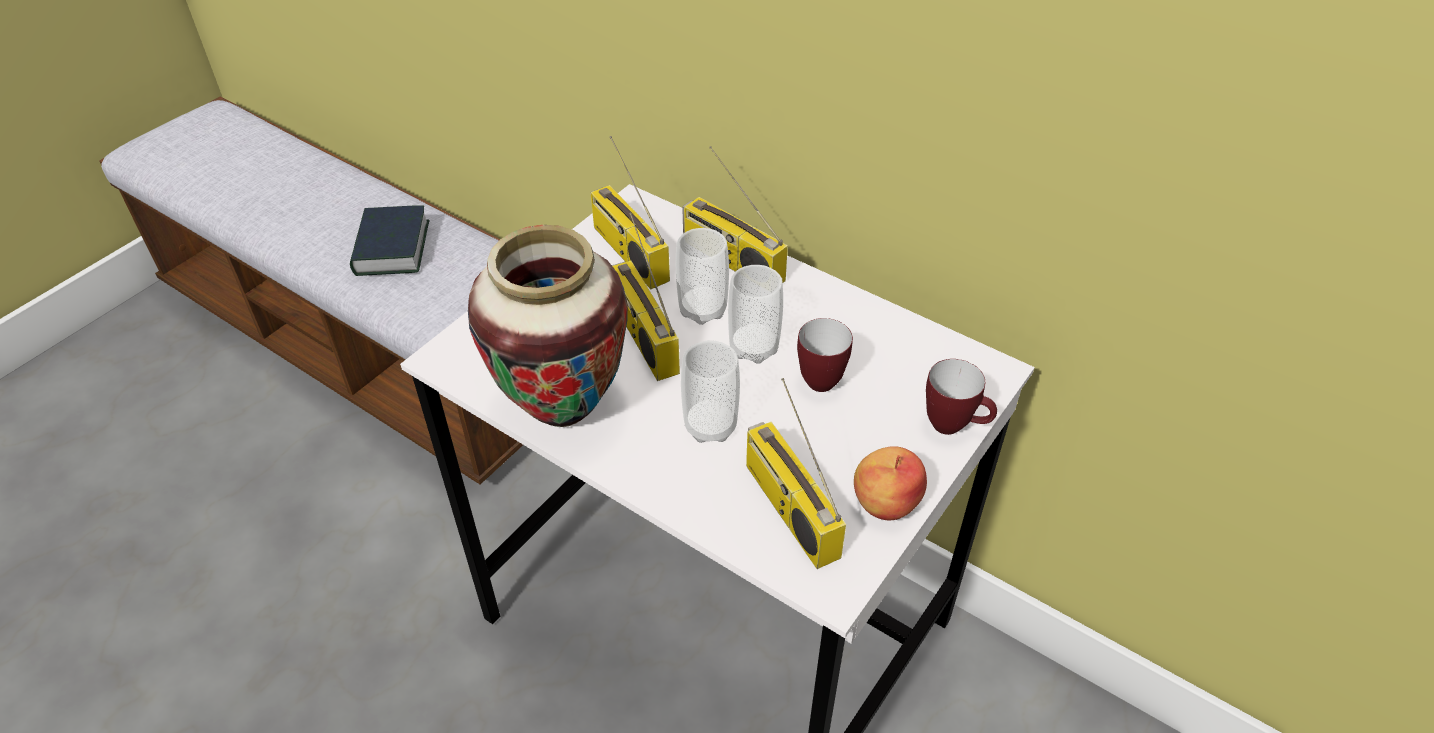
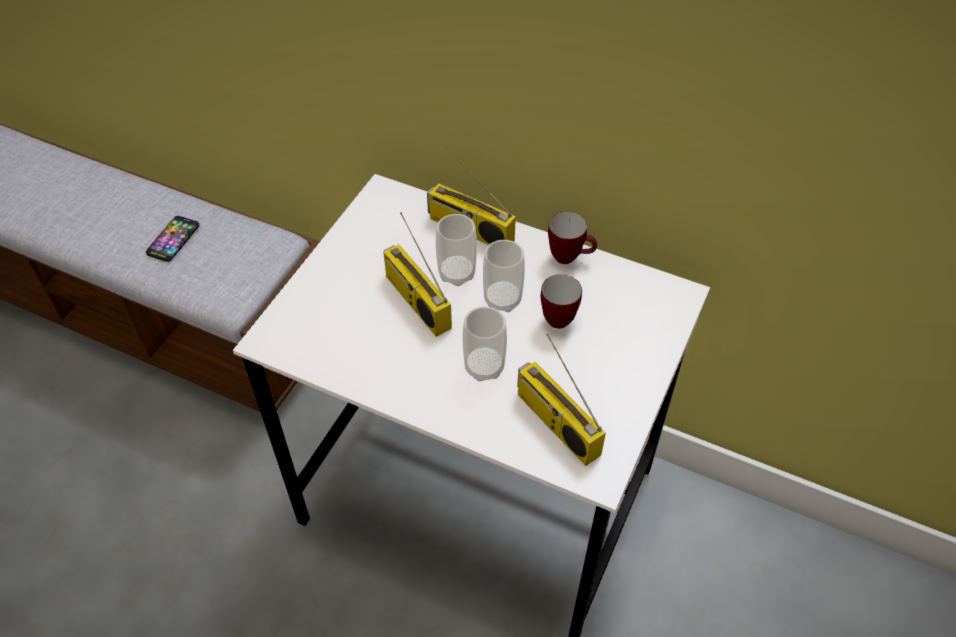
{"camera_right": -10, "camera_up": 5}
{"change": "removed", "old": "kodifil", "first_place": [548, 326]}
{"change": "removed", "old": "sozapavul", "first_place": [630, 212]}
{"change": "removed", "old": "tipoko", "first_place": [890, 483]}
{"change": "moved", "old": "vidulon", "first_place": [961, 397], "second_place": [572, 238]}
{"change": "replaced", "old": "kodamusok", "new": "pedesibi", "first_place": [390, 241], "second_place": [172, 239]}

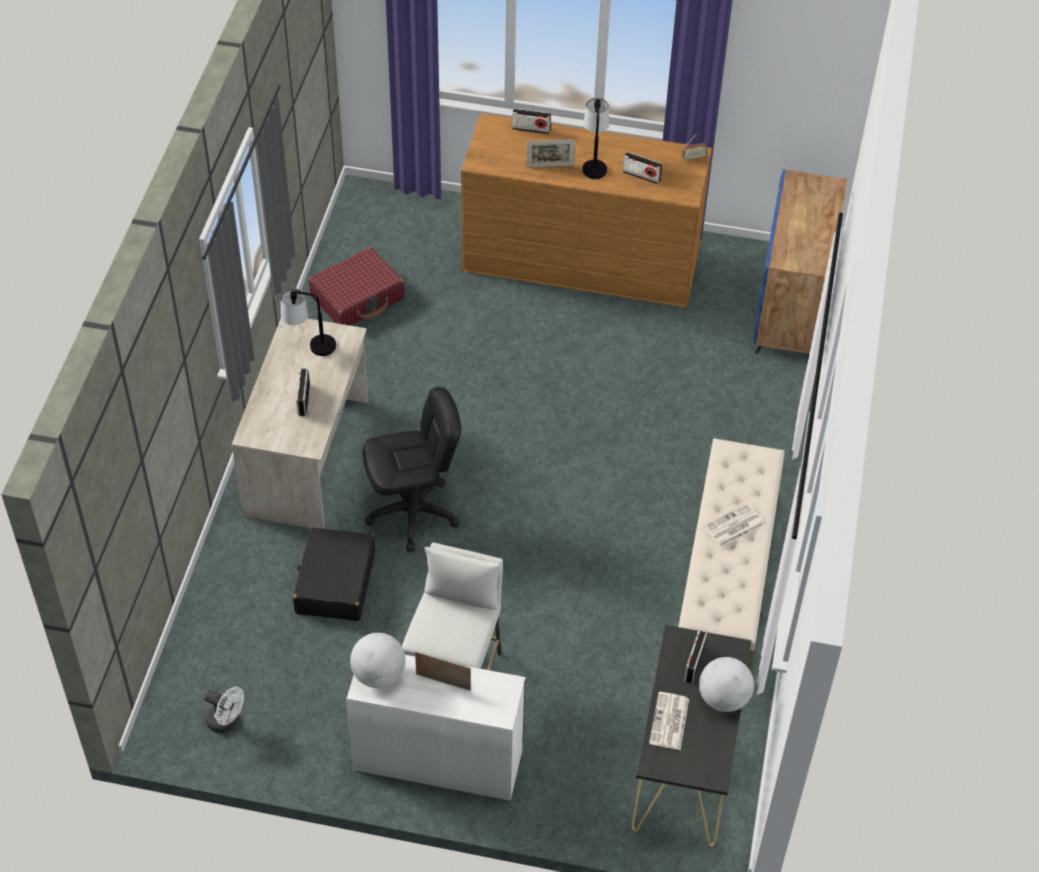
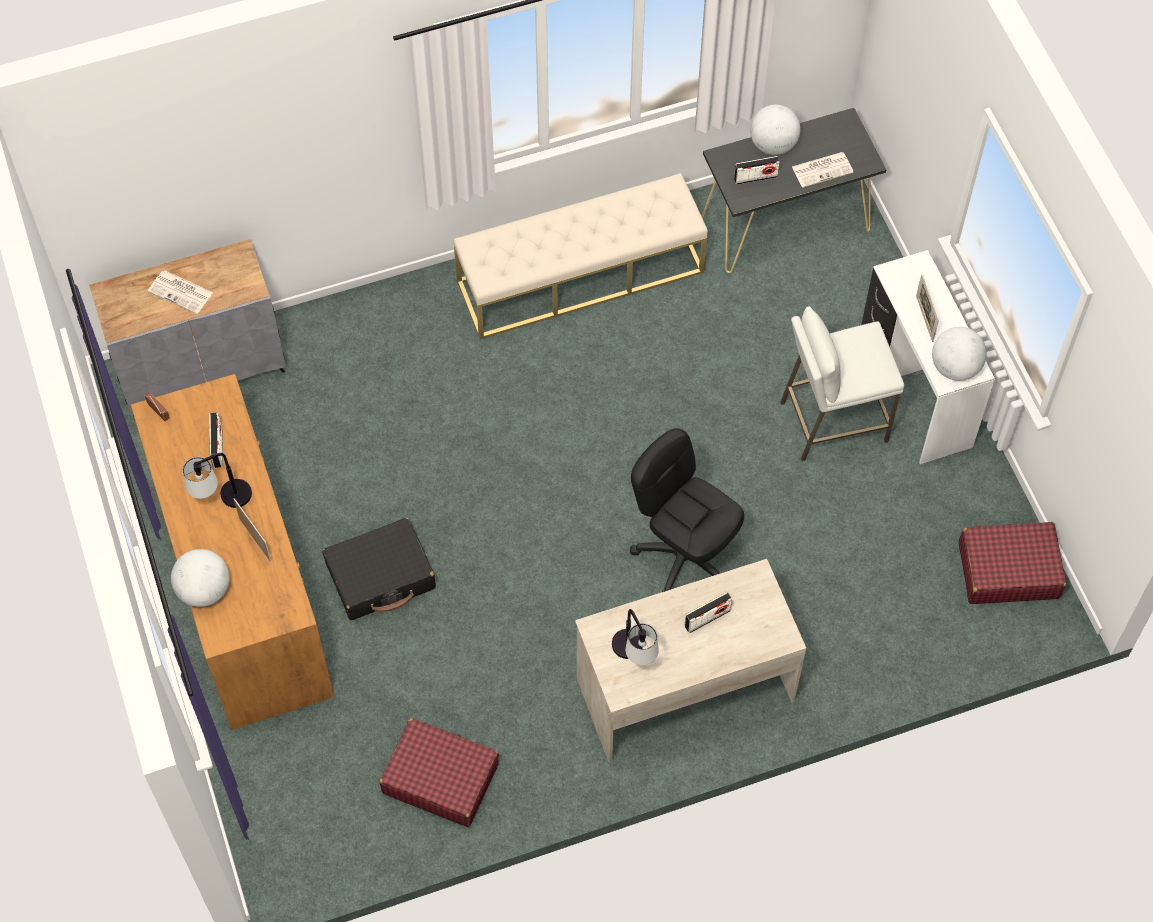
{"camera_right": -120, "camera_up": 10}
{"change": "moved", "old": "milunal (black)", "first_place": [334, 574], "second_place": [379, 569]}
{"change": "moved", "old": "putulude", "first_place": [734, 525], "second_place": [180, 292]}
{"change": "replaced", "old": "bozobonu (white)", "new": "milunal (red)", "first_place": [224, 710], "second_place": [1012, 563]}
{"change": "replaced", "old": "sozapavul", "new": "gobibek", "first_place": [531, 121], "second_place": [200, 578]}
{"change": "recoloured", "old": "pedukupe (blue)", "new": "pedukupe (grey)", "first_place": [800, 264], "second_place": [187, 328]}

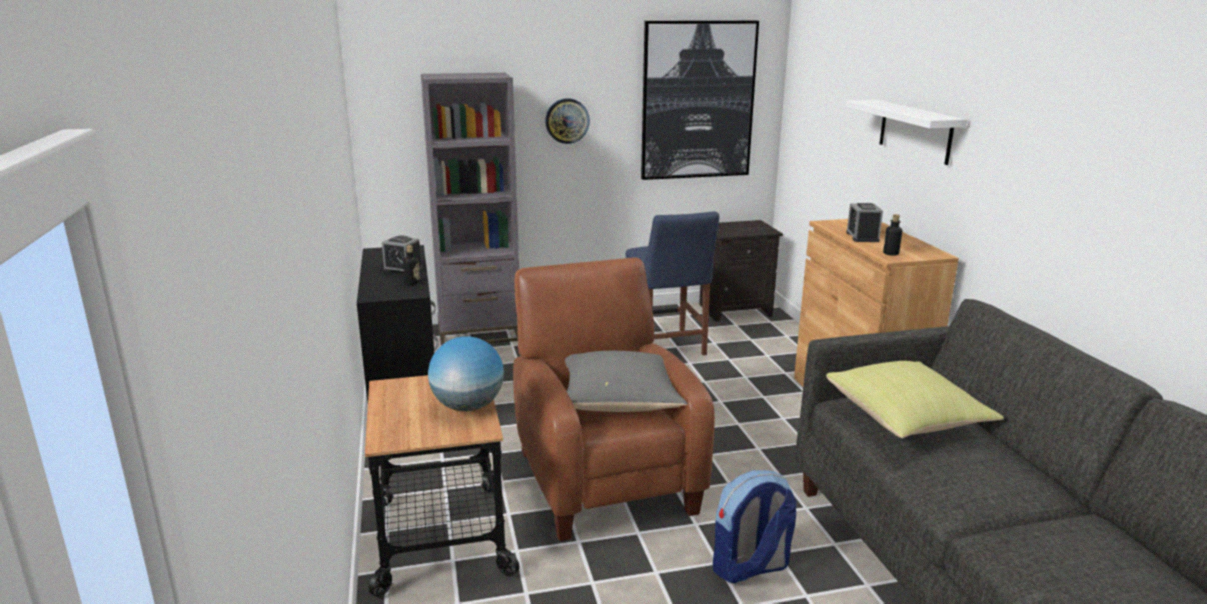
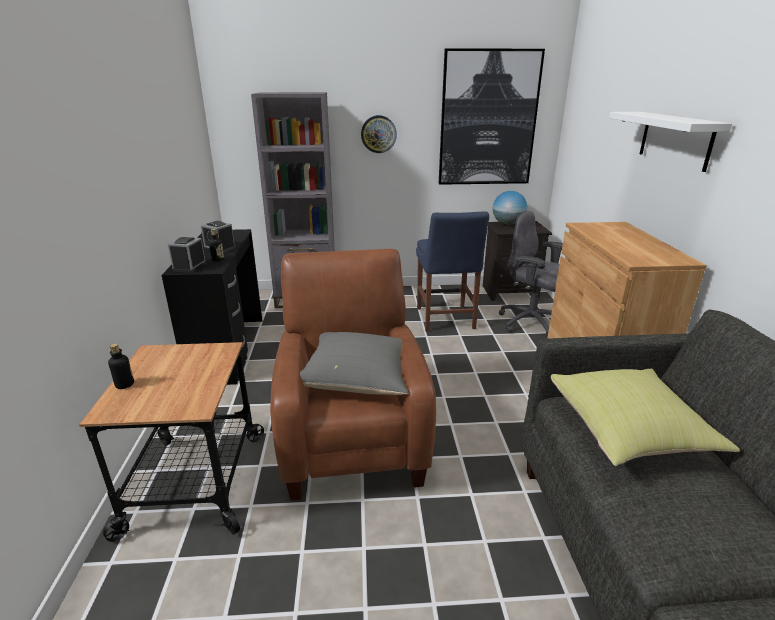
{"camera_right": 10, "camera_up": 5}
{"change": "removed", "old": "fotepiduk", "first_place": [754, 526]}
{"change": "added", "new": "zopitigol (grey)", "second_place": [531, 274]}
{"change": "moved", "old": "gobibek", "first_place": [466, 374], "second_place": [510, 208]}
{"change": "moved", "old": "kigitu", "first_place": [864, 222], "second_place": [187, 255]}
{"change": "moved", "old": "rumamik", "first_place": [892, 235], "second_place": [121, 366]}

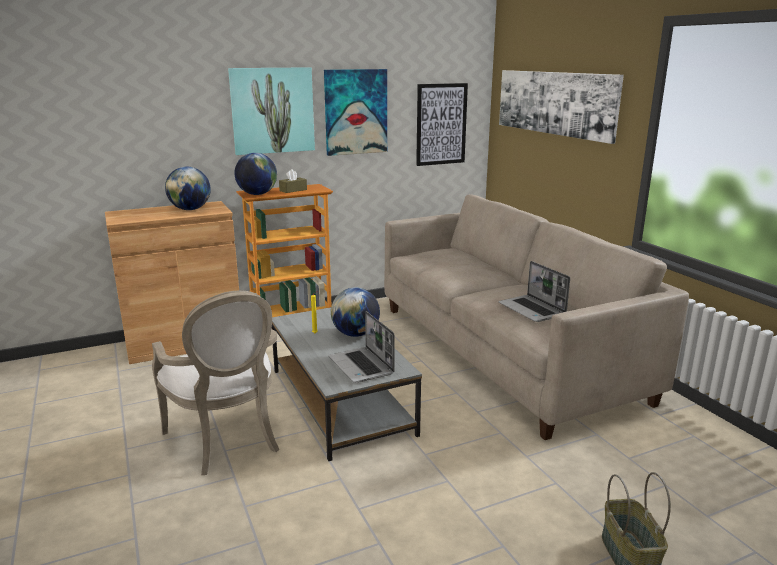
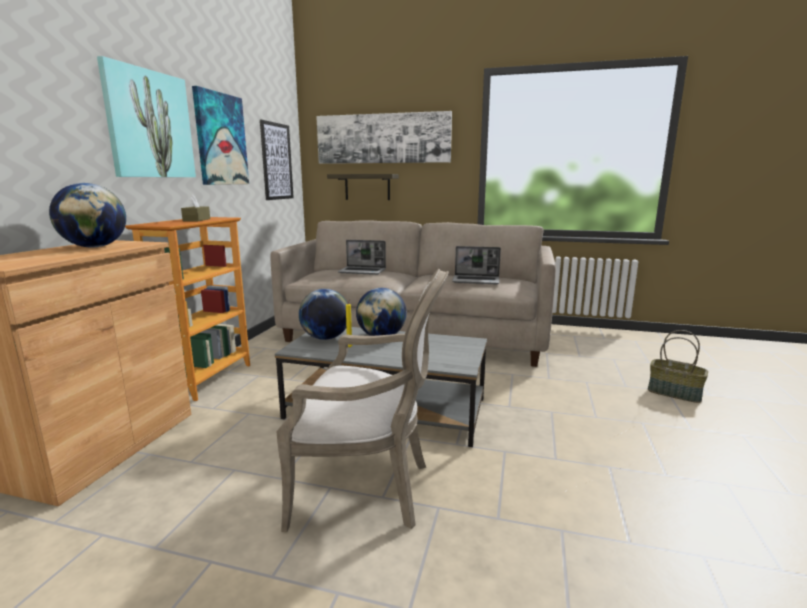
{"camera_right": -50, "camera_up": -5}
{"change": "added", "new": "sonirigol", "second_place": [363, 187]}
{"change": "moved", "old": "gobibek", "first_place": [255, 174], "second_place": [323, 314]}
{"change": "moved", "old": "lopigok", "first_place": [361, 347], "second_place": [362, 257]}

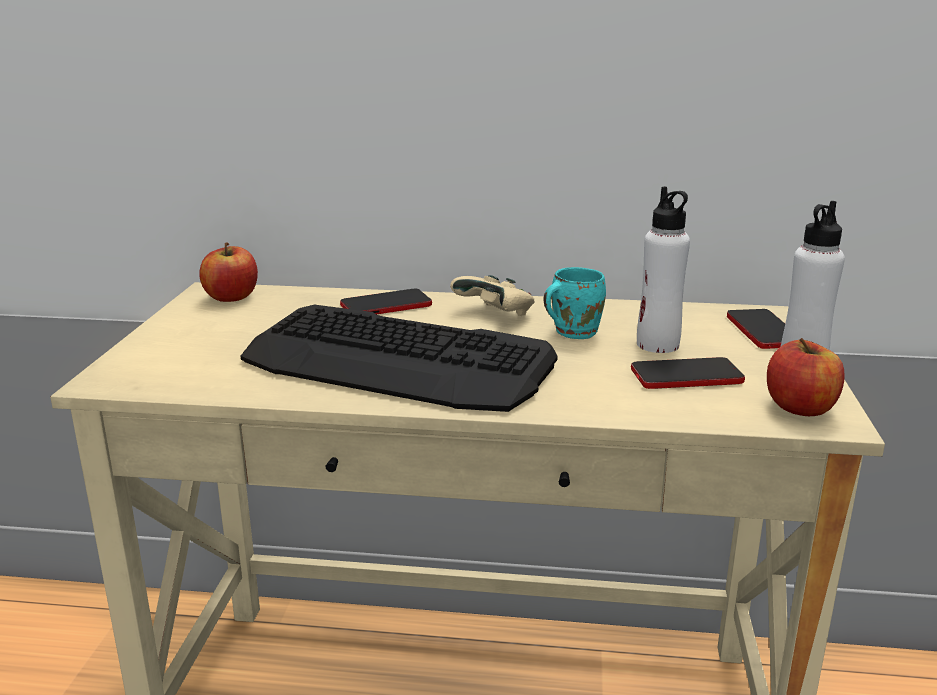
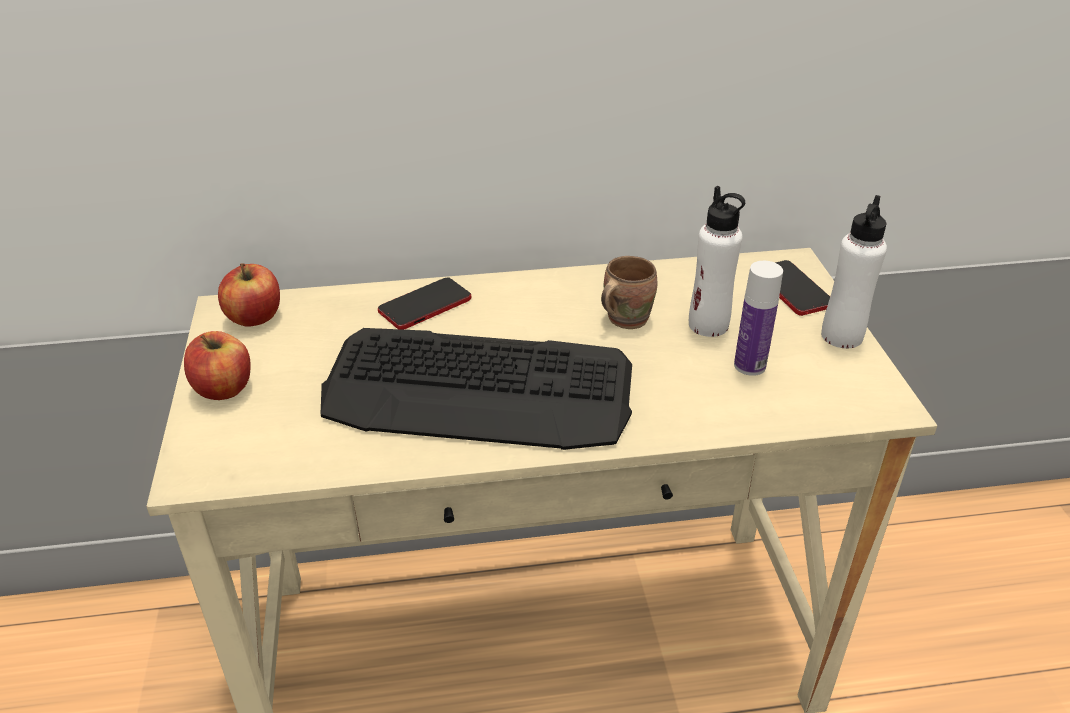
{"camera_right": -15, "camera_up": 15}
{"change": "removed", "old": "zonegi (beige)", "first_place": [492, 295]}
{"change": "moved", "old": "tipoko", "first_place": [806, 377], "second_place": [217, 365]}
{"change": "replaced", "old": "pedesibi", "new": "rumamik", "first_place": [688, 373], "second_place": [758, 318]}
{"change": "recoloured", "old": "vidulon (turquoise)", "new": "vidulon (brown)", "first_place": [575, 303], "second_place": [629, 292]}

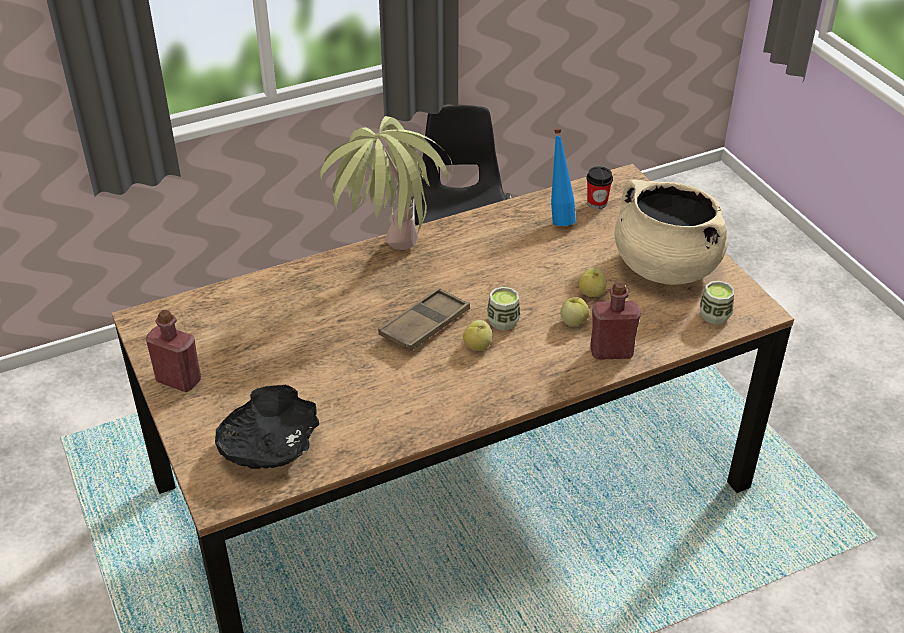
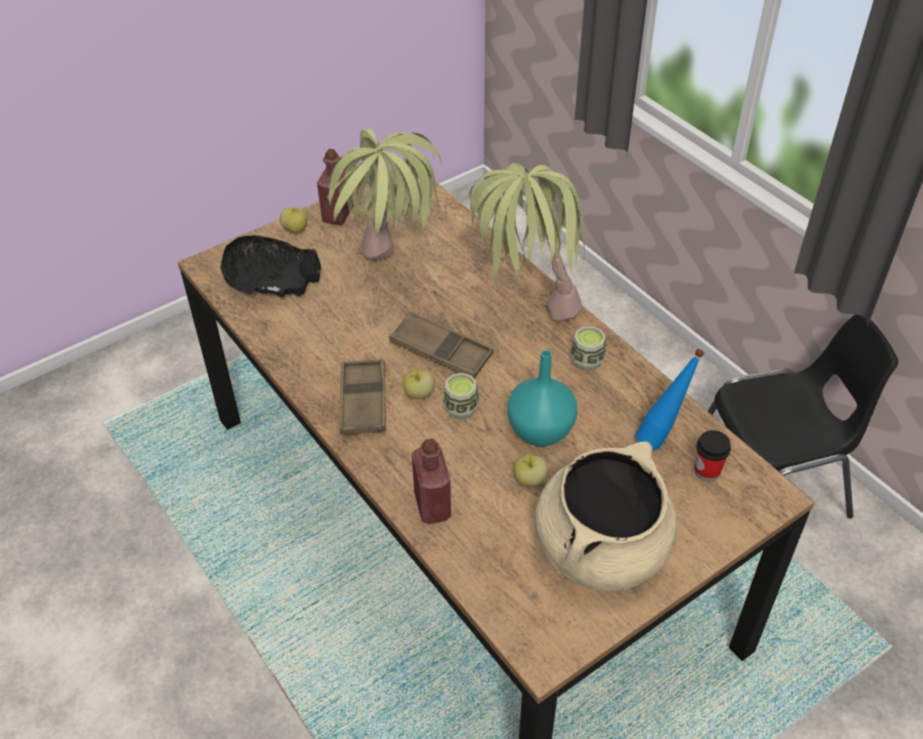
{"camera_right": 80, "camera_up": 5}
{"change": "added", "new": "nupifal", "second_place": [384, 194]}
{"change": "added", "new": "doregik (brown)", "second_place": [362, 397]}
{"change": "added", "new": "kodifil (turquoise)", "second_place": [542, 398]}
{"change": "moved", "old": "tipoko", "first_place": [574, 311], "second_place": [293, 220]}
{"change": "moved", "old": "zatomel", "first_place": [717, 302], "second_place": [588, 348]}

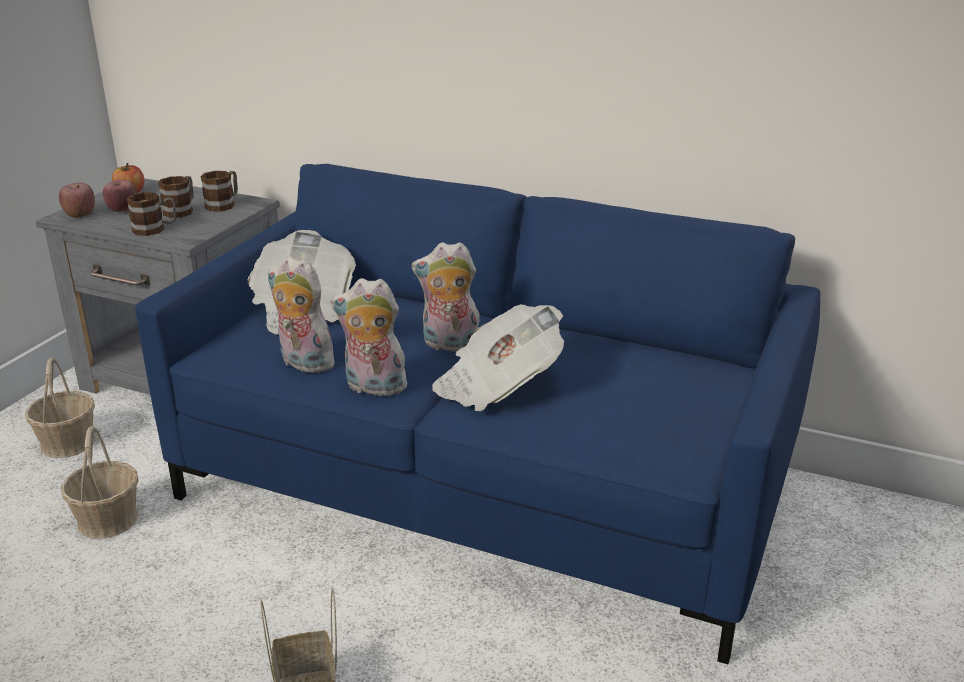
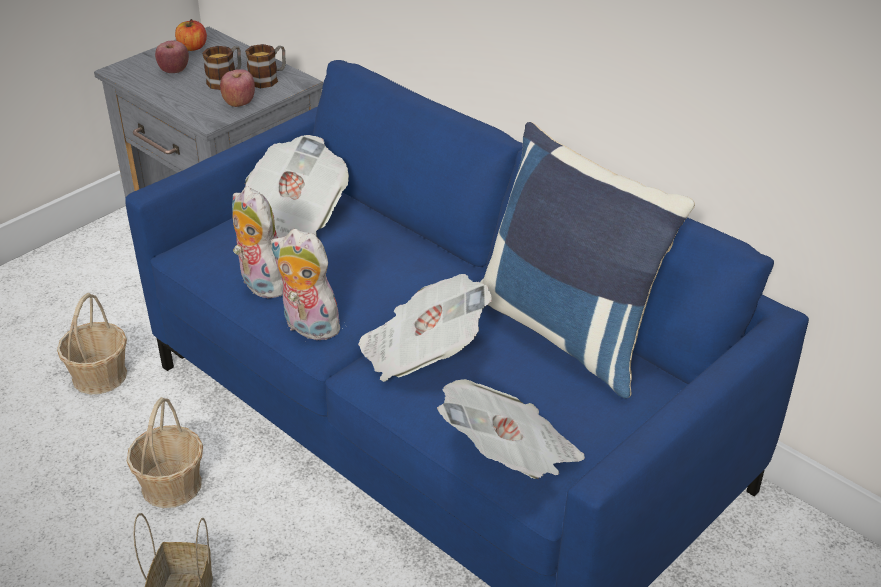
{"camera_right": 20, "camera_up": 10}
{"change": "removed", "old": "vidulon", "first_place": [151, 214]}
{"change": "removed", "old": "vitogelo", "first_place": [446, 297]}
{"change": "added", "new": "putulude", "second_place": [511, 429]}
{"change": "added", "new": "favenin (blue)", "second_place": [587, 260]}
{"change": "moved", "old": "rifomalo", "first_place": [60, 407], "second_place": [164, 452]}
{"change": "moved", "old": "tipoko", "first_place": [77, 200], "second_place": [237, 88]}

